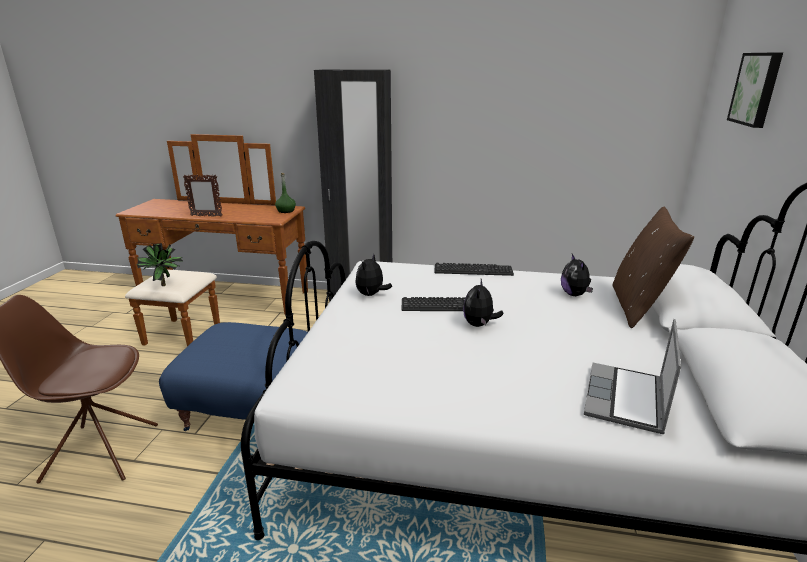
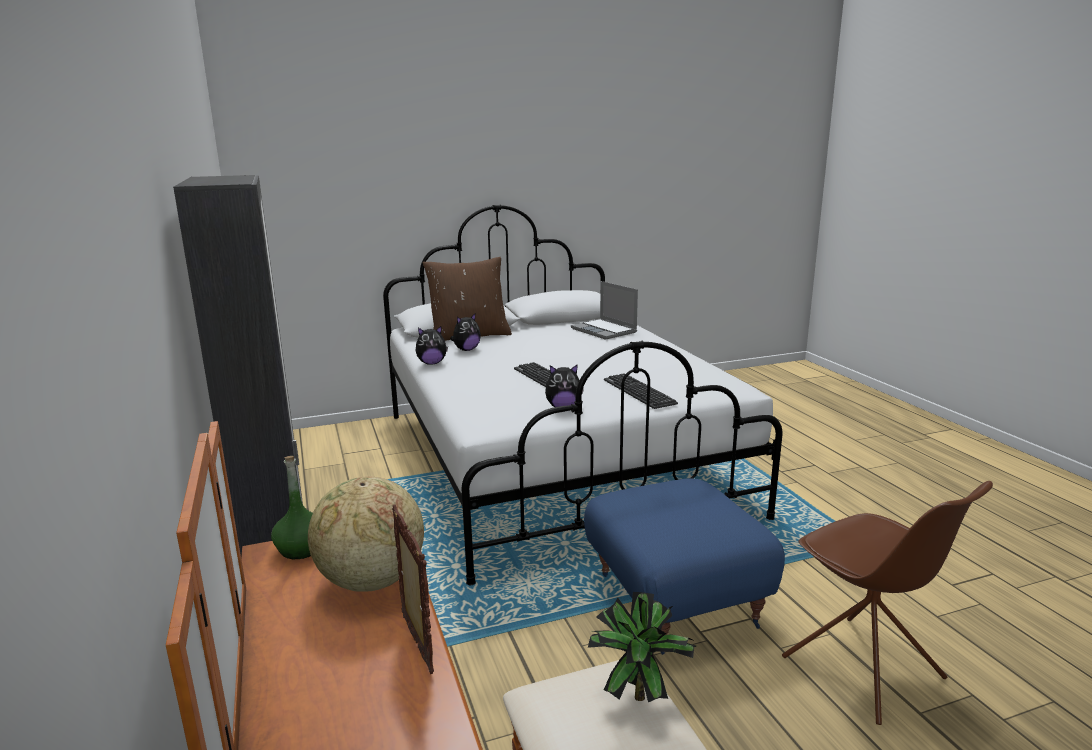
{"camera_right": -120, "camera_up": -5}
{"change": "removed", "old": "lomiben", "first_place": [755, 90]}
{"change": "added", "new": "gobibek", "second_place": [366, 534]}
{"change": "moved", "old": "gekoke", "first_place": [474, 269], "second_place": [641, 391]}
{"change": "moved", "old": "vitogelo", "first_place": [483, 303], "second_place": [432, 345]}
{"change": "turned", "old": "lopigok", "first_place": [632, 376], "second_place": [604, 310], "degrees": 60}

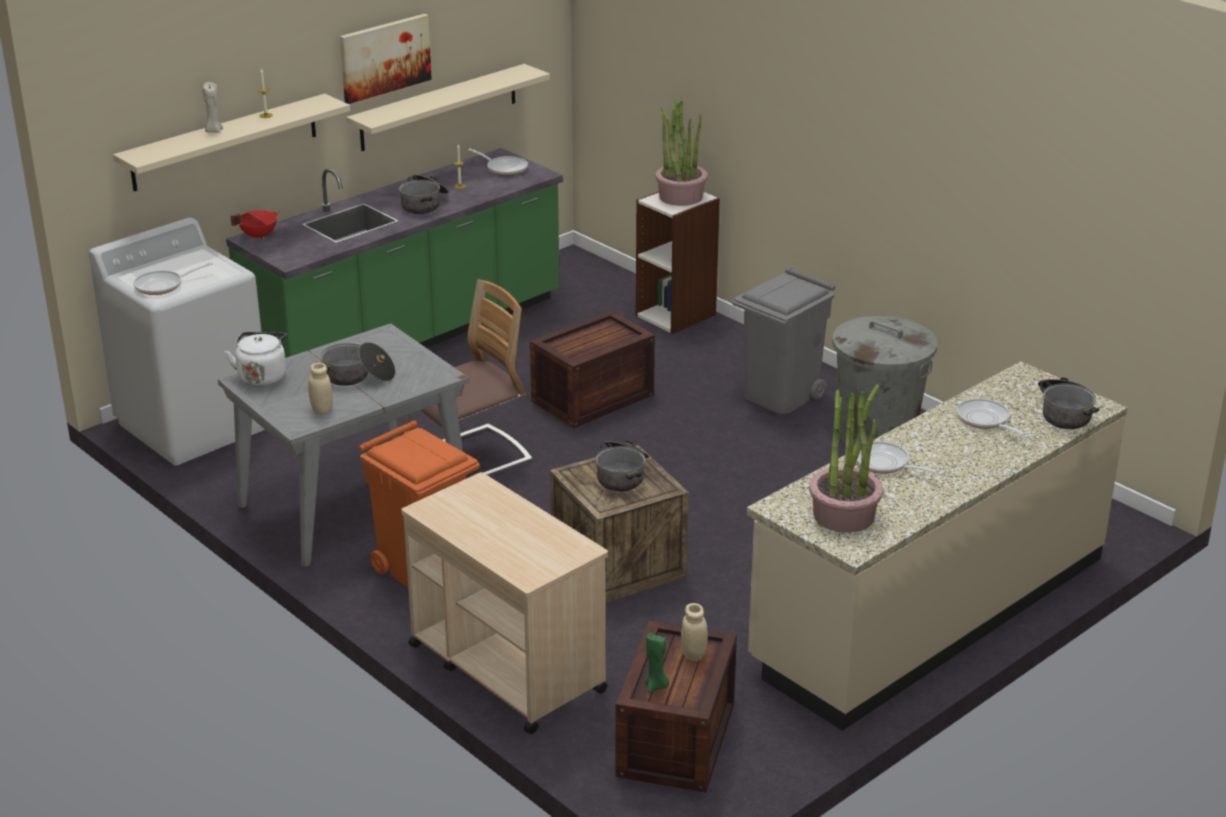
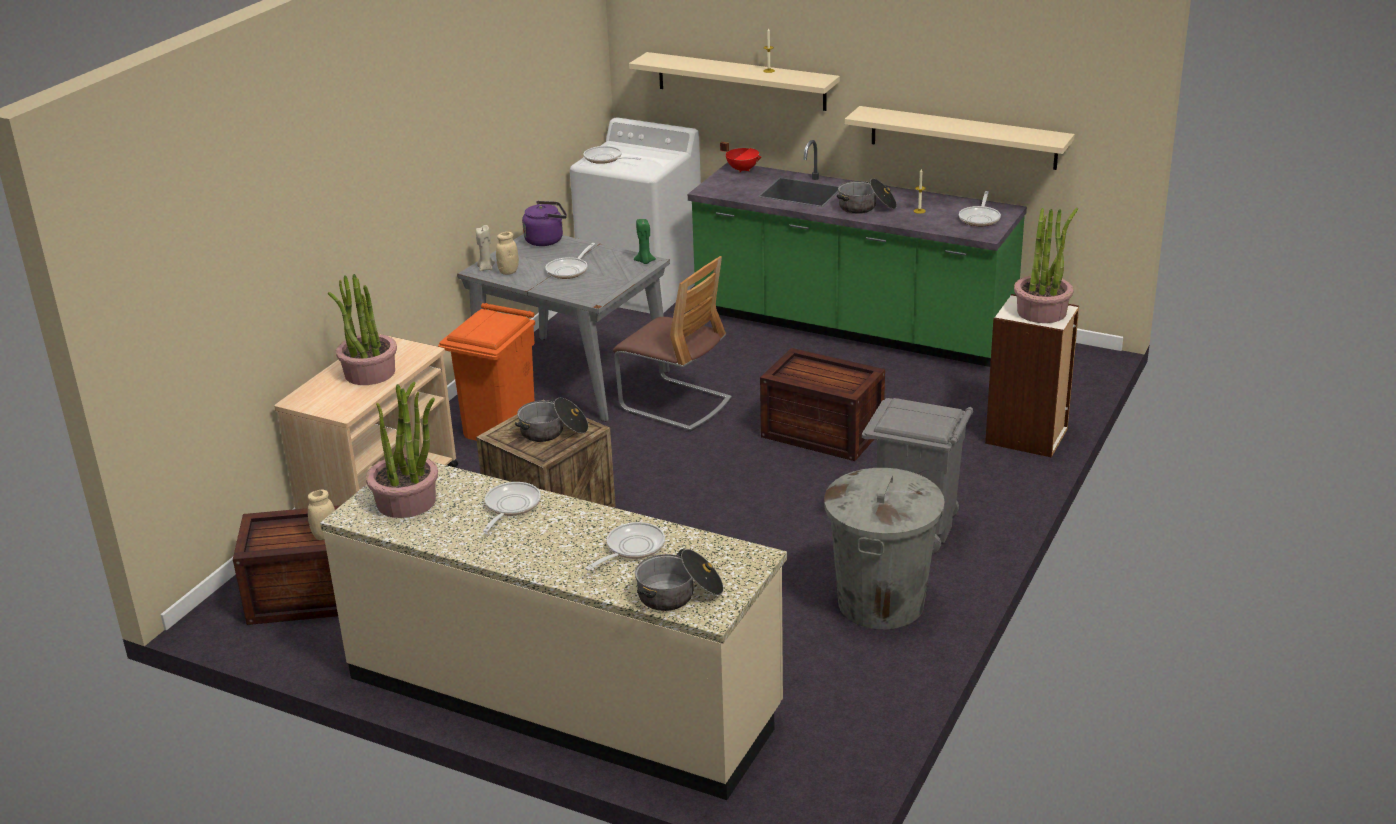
{"camera_right": 70, "camera_up": 0}
{"change": "removed", "old": "lomiben", "first_place": [386, 59]}
{"change": "added", "new": "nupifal", "second_place": [362, 329]}
{"change": "moved", "old": "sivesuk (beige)", "first_place": [213, 107], "second_place": [485, 248]}
{"change": "moved", "old": "sivesuk (green)", "first_place": [657, 663], "second_place": [645, 241]}
{"change": "replaced", "old": "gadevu", "new": "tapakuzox", "first_place": [355, 364], "second_place": [570, 261]}
{"change": "recoloured", "old": "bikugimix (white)", "new": "bikugimix (purple)", "first_place": [256, 359], "second_place": [544, 223]}

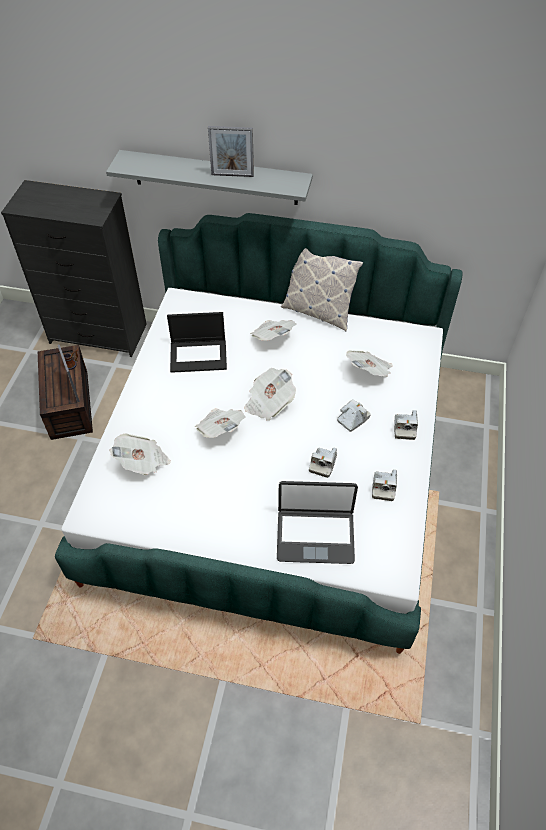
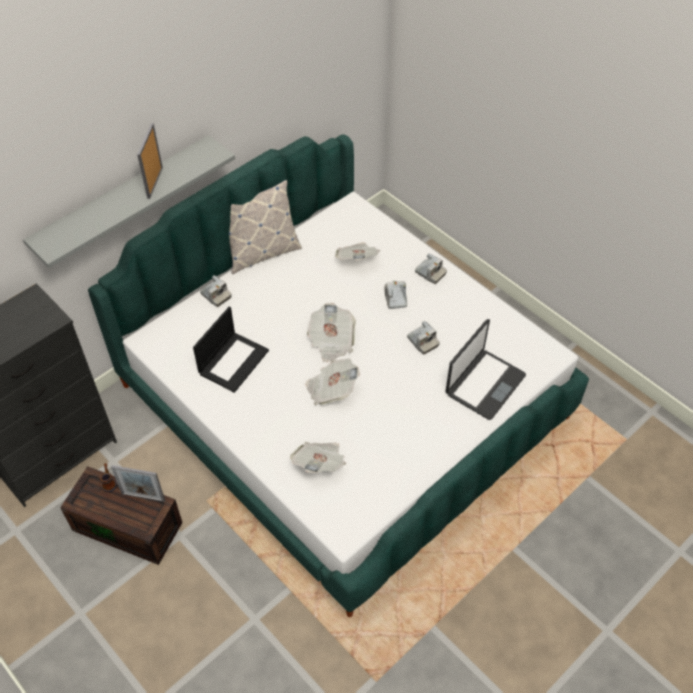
{"camera_right": -55, "camera_up": 0}
{"change": "removed", "old": "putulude", "first_place": [273, 330]}
{"change": "moved", "old": "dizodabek", "first_place": [384, 485], "second_place": [216, 291]}
{"change": "turned", "old": "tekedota", "first_place": [231, 151], "second_place": [150, 161], "degrees": 150}

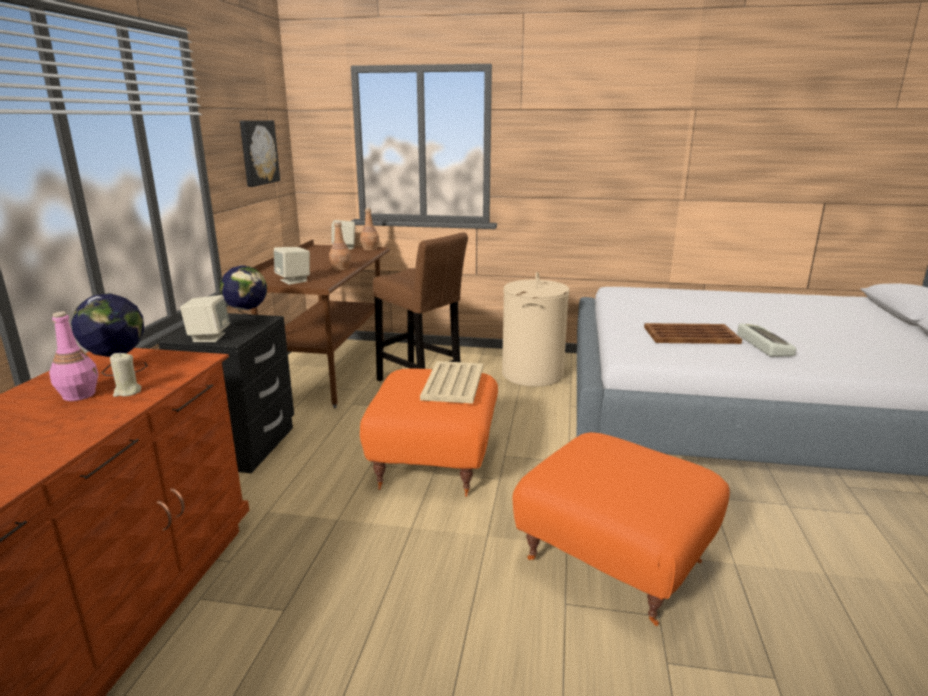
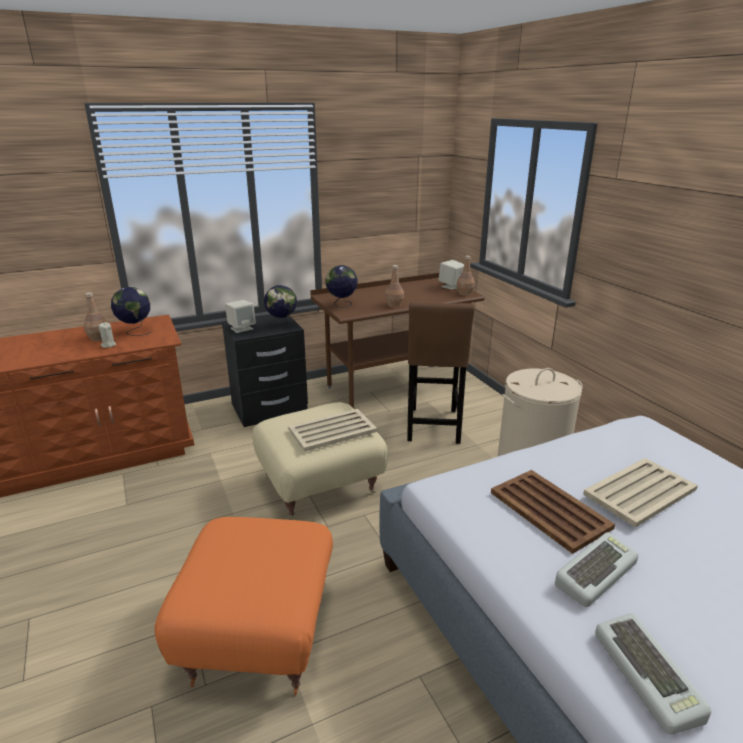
{"camera_right": 55, "camera_up": 5}
{"change": "removed", "old": "lomiben", "first_place": [260, 153]}
{"change": "added", "new": "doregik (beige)", "second_place": [640, 492]}
{"change": "added", "new": "gekoke", "second_place": [653, 674]}
{"change": "replaced", "old": "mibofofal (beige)", "new": "gobibek", "first_place": [292, 266], "second_place": [342, 286]}
{"change": "recoloured", "old": "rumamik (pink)", "new": "rumamik (brown)", "first_place": [74, 356], "second_place": [95, 316]}
{"change": "recoloured", "old": "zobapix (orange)", "new": "zobapix (beige)", "first_place": [429, 433], "second_place": [320, 461]}

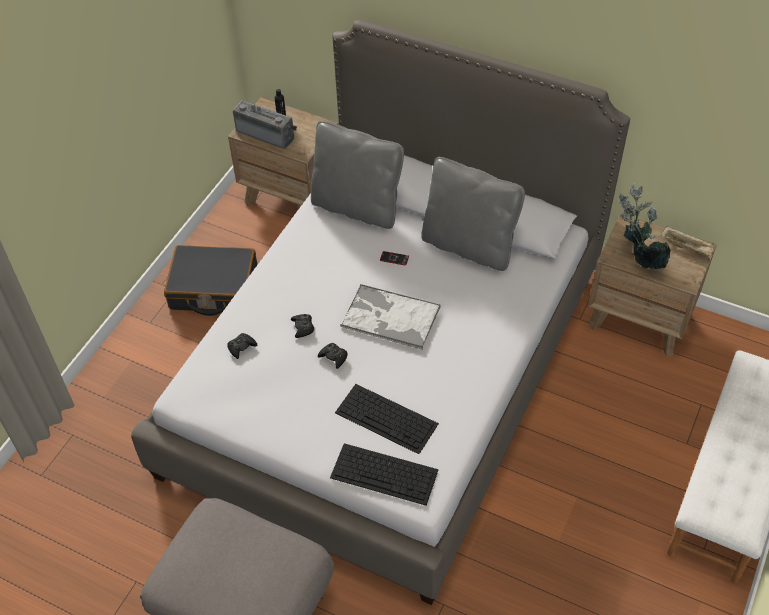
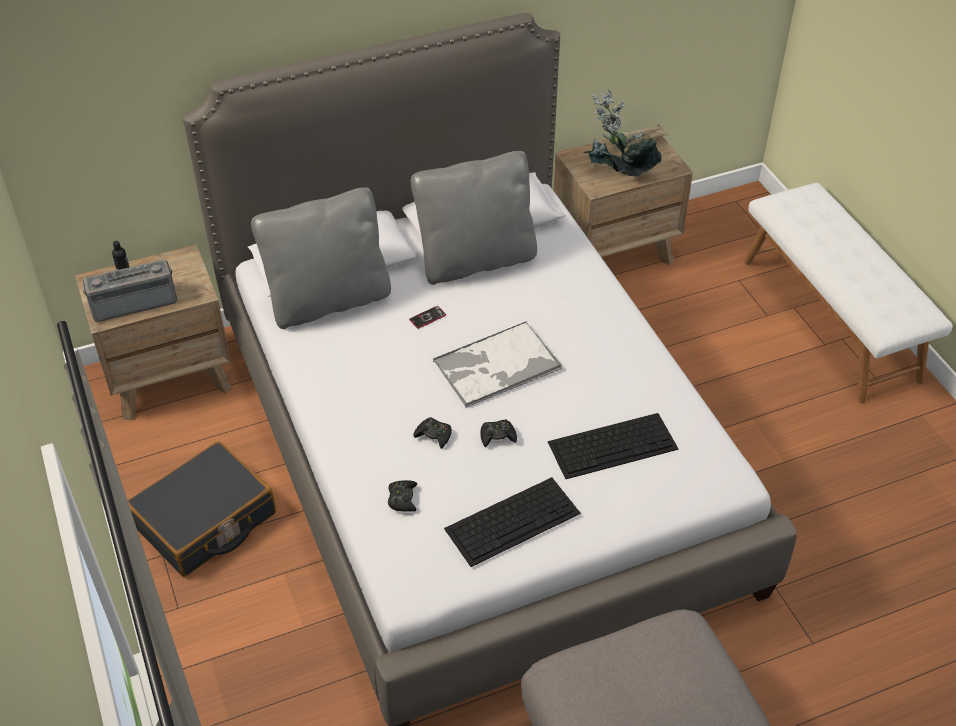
{"camera_right": -50, "camera_up": -5}
{"change": "moved", "old": "gekoke", "first_place": [384, 474], "second_place": [512, 522]}

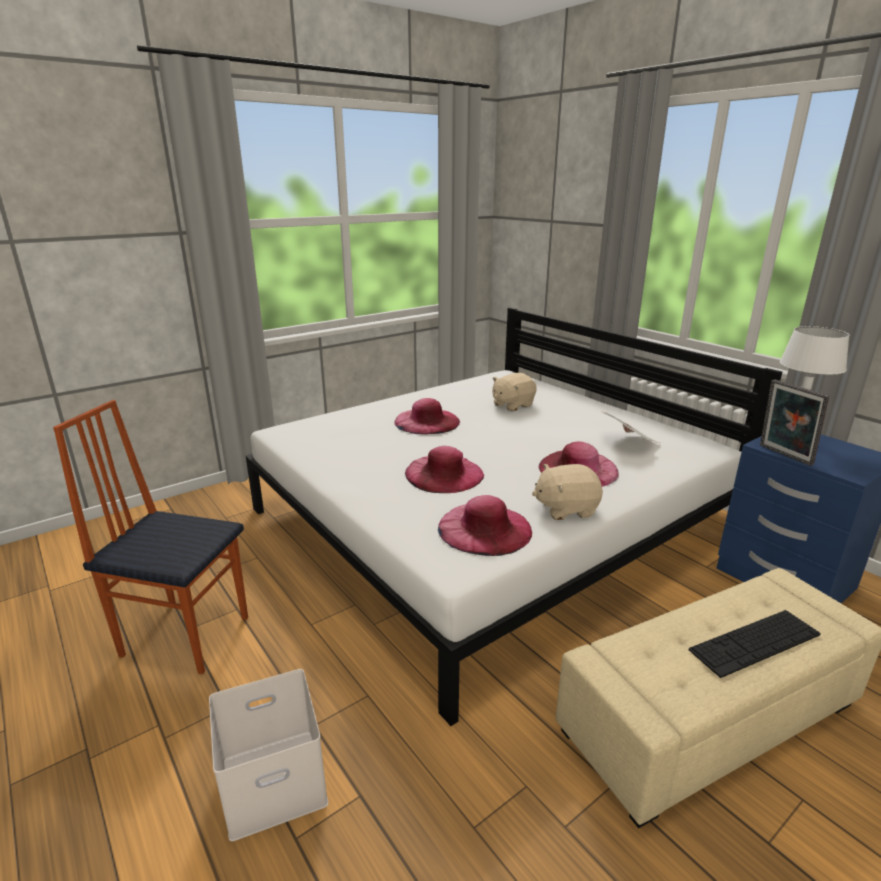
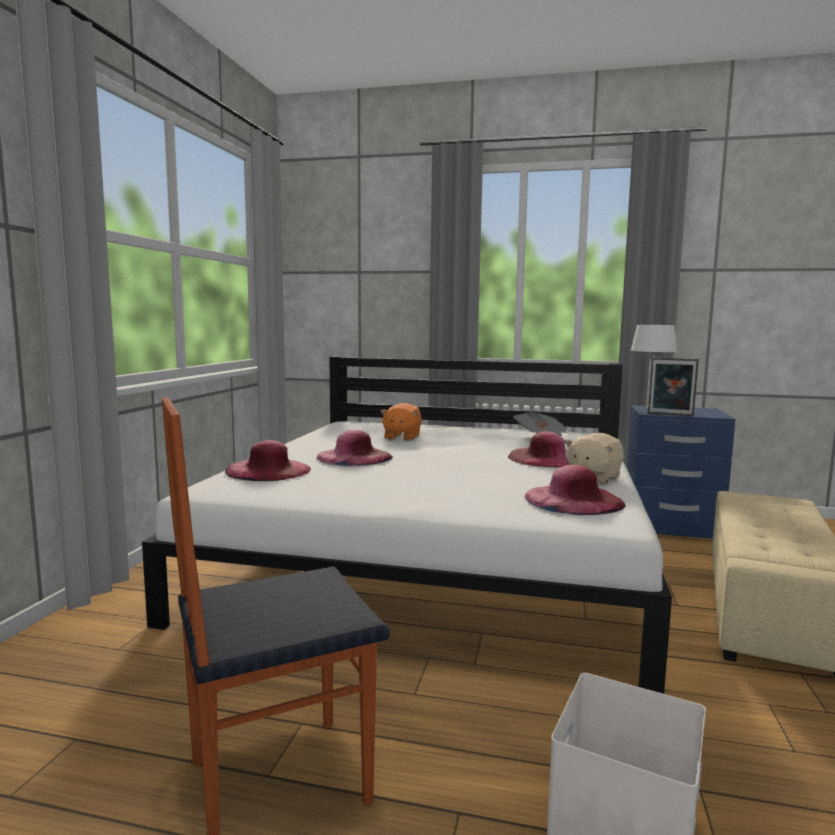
{"camera_right": -40, "camera_up": -15}
{"change": "removed", "old": "gekoke", "first_place": [755, 644]}
{"change": "moved", "old": "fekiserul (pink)", "first_place": [444, 469], "second_place": [268, 460]}
{"change": "recoloured", "old": "vitogelo (beige)", "new": "vitogelo (orange)", "first_place": [514, 392], "second_place": [401, 422]}

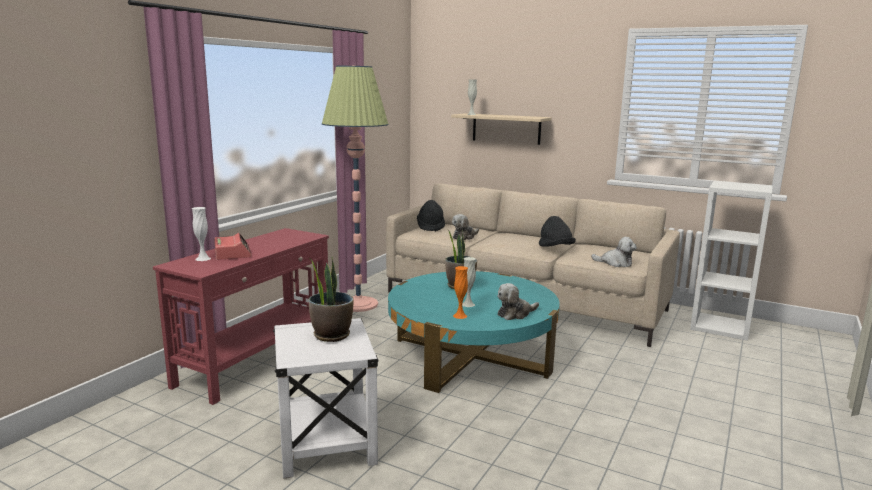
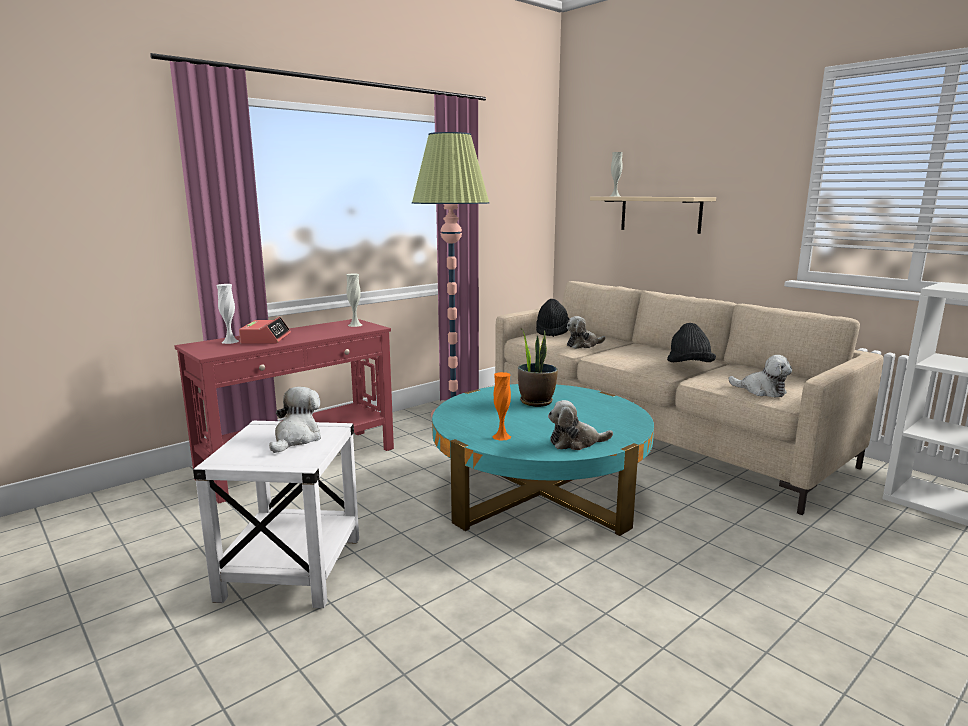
{"camera_right": 20, "camera_up": 0}
{"change": "moved", "old": "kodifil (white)", "first_place": [469, 282], "second_place": [354, 300]}
{"change": "replaced", "old": "nupifal", "new": "vitogelo", "first_place": [331, 299], "second_place": [295, 420]}

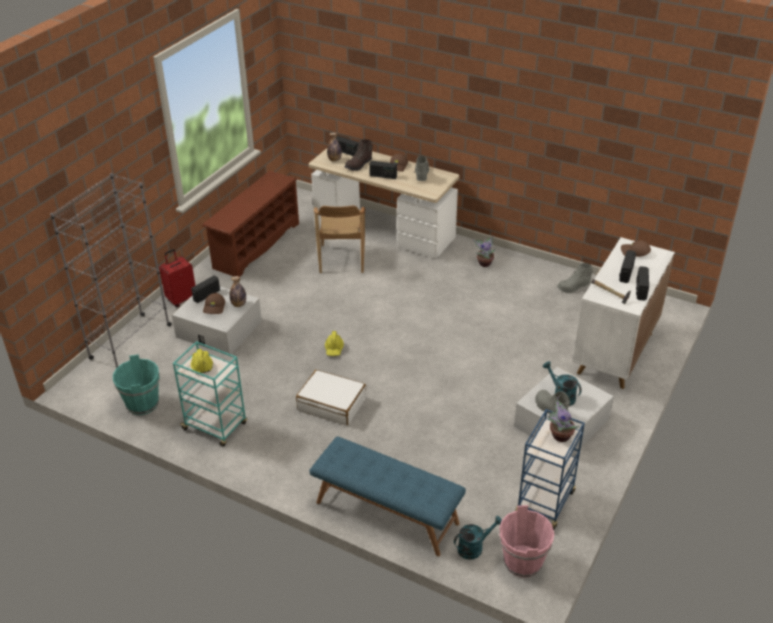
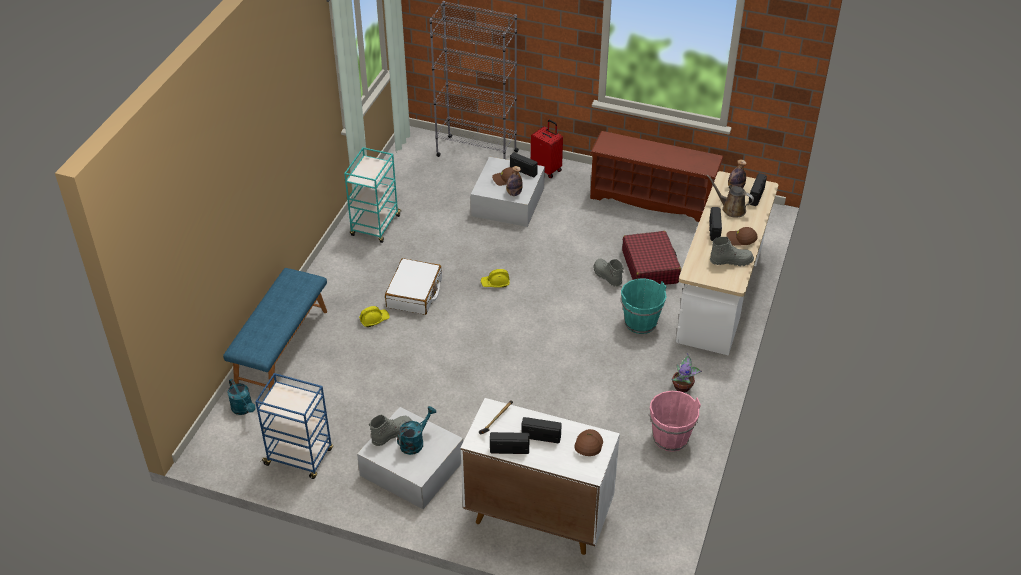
{"camera_right": 80, "camera_up": 5}
{"change": "removed", "old": "nupifal", "first_place": [563, 419]}
{"change": "moved", "old": "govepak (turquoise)", "first_place": [136, 384], "second_place": [643, 306]}
{"change": "moved", "old": "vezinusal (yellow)", "first_place": [202, 361], "second_place": [374, 316]}
{"change": "moved", "old": "govepak (pink)", "first_place": [526, 541], "second_place": [675, 421]}
{"change": "moved", "old": "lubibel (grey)", "first_place": [575, 278], "second_place": [608, 272]}
{"change": "replaced", "old": "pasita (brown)", "new": "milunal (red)", "first_place": [339, 239], "second_place": [651, 258]}
{"change": "replaced", "old": "lubibel (brown)", "new": "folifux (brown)", "first_place": [359, 155], "second_place": [730, 196]}

